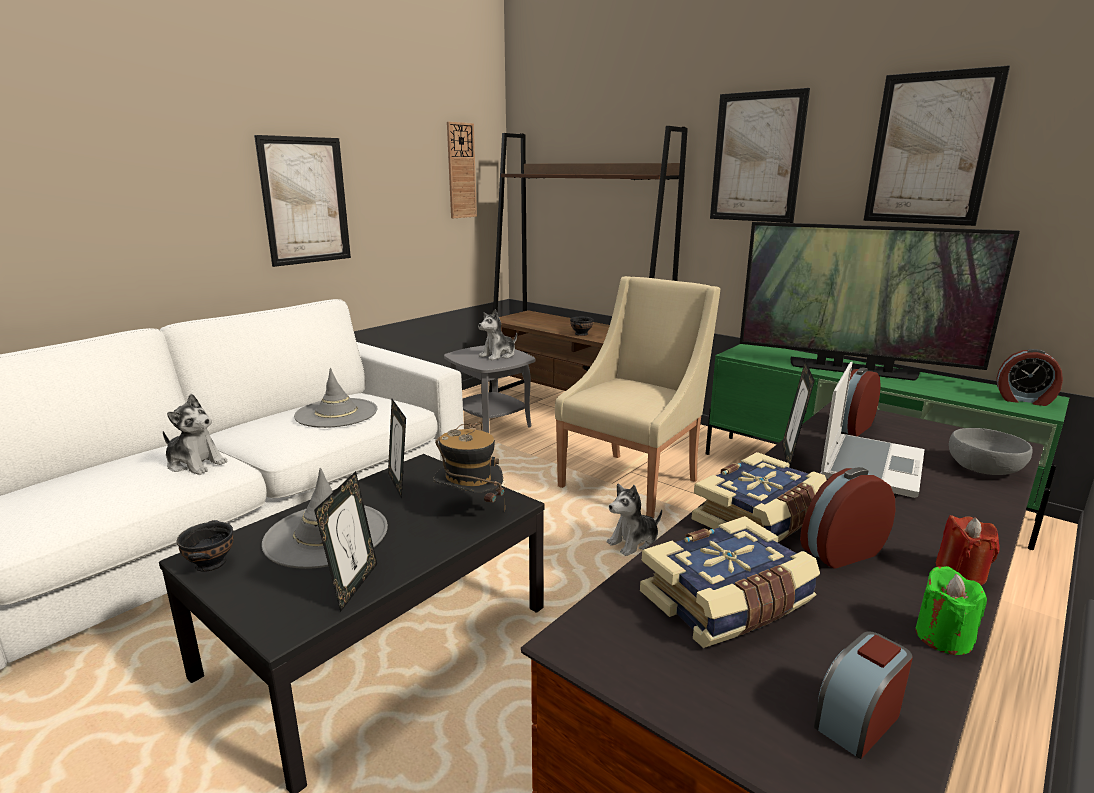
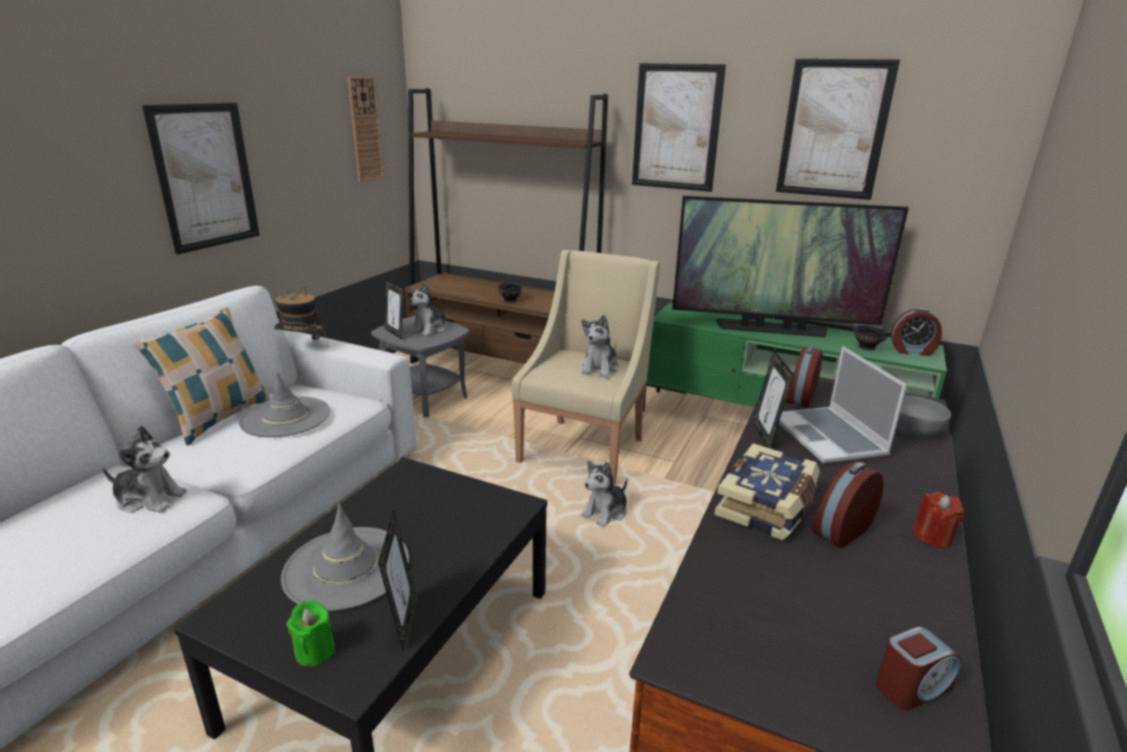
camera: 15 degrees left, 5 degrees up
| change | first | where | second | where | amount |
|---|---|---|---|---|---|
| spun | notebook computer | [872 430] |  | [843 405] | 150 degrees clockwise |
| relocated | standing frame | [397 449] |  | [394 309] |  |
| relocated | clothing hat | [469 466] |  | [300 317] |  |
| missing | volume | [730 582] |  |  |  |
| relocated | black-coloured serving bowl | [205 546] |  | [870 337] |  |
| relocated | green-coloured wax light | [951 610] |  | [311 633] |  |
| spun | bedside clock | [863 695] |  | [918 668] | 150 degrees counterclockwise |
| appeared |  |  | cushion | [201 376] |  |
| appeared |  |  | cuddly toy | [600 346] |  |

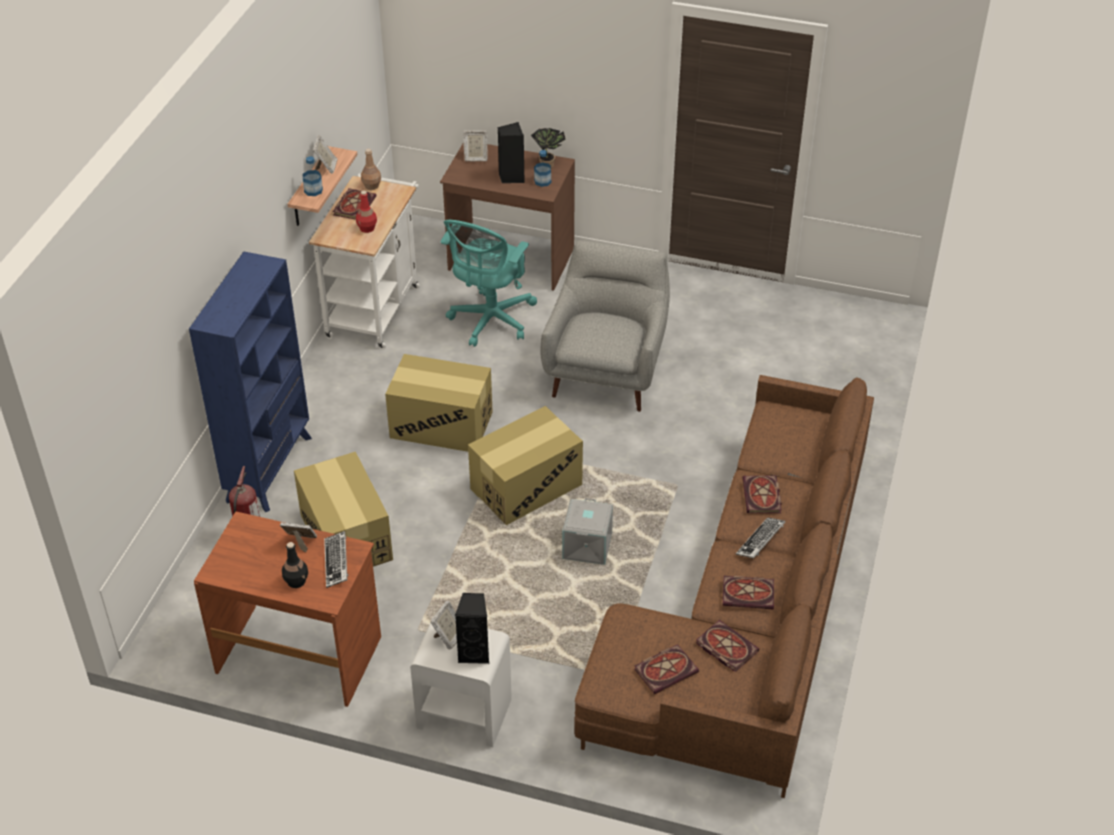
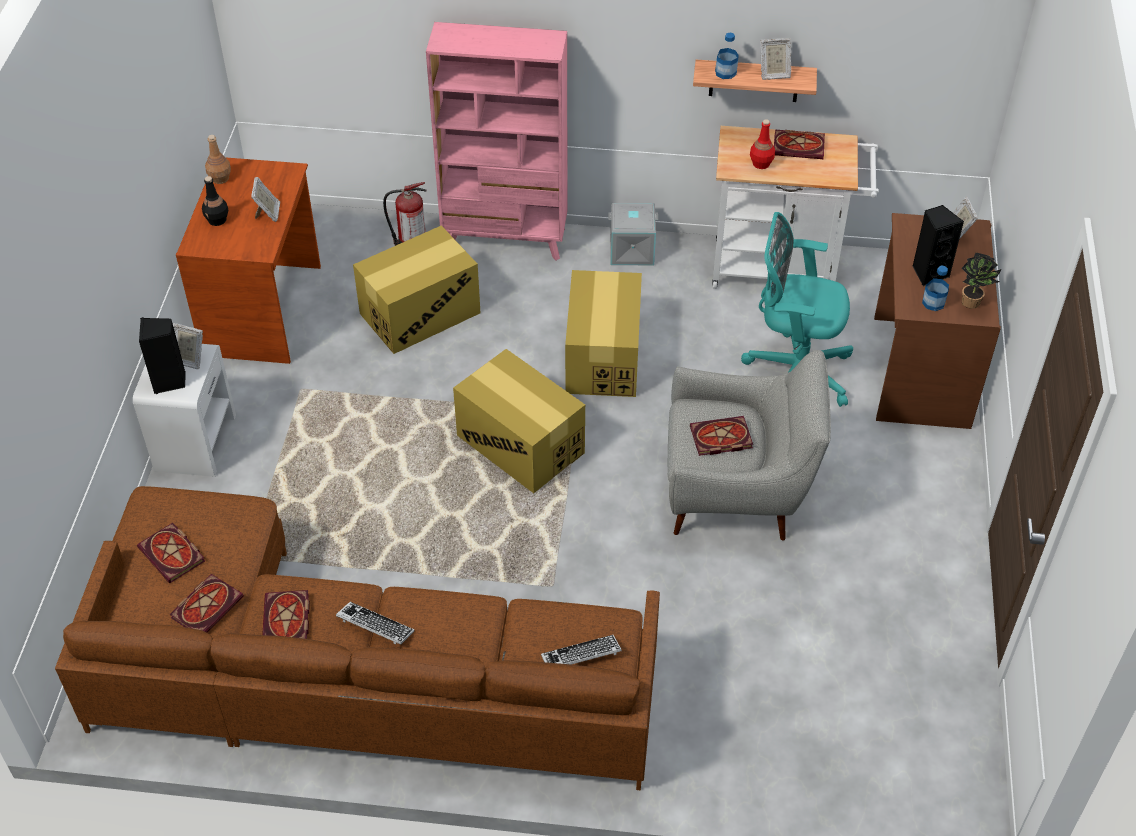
camera: 80 degrees right, 5 degrees up
| change | first | where | second | where | amount |
|---|---|---|---|---|---|
| relocated | brown-coloured bottle | [371 169] |  | [218 159] |  |
| colour | bluish bookcase | [250 381] | pink-coloured bookcase | [496 141] |  |
| relocated | volume | [762 494] |  | [721 436] |  |
| relocated | gray storage container | [587 531] |  | [633 234] |  |
| relocated | PC keyboard | [336 559] |  | [581 650] |  |

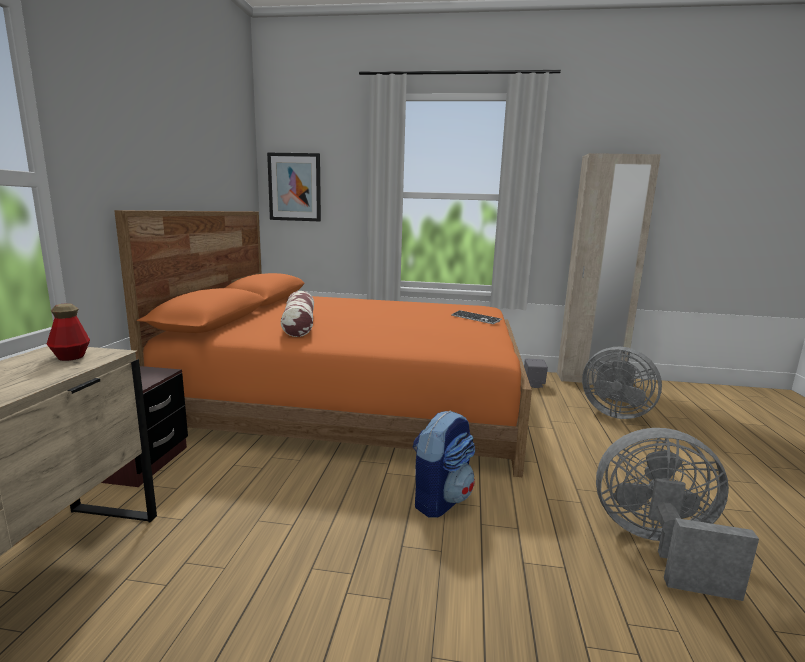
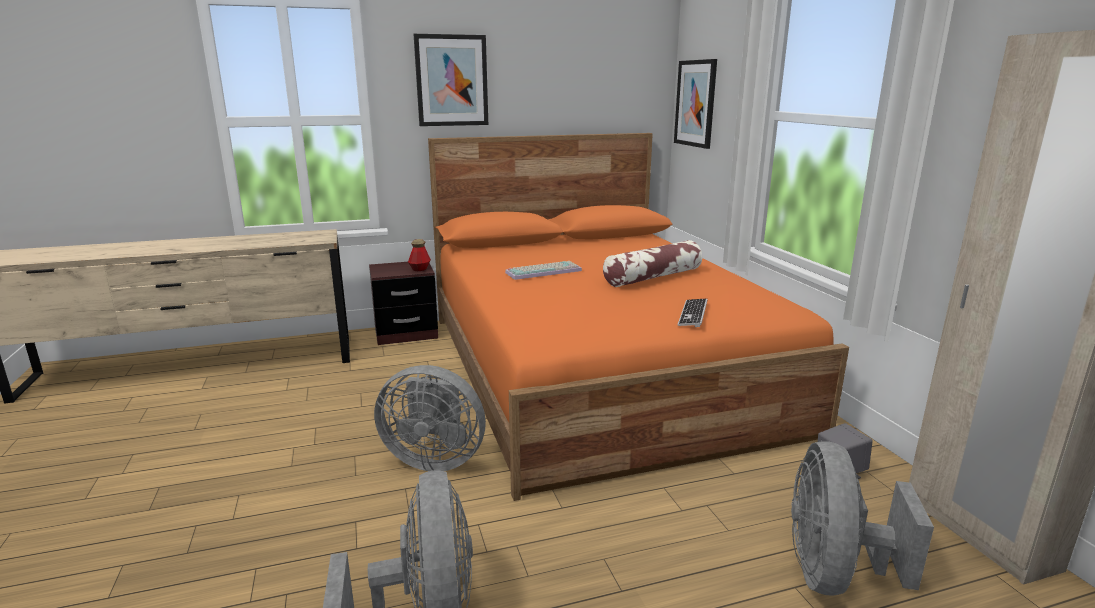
camera: 65 degrees right, 5 degrees up
| change | first | where | second | where | amount |
|---|---|---|---|---|---|
| relocated | cushion | [297 314] |  | [652 263] |  |
| relocated | bottle | [68 332] |  | [419 255] |  |
| exchanged | knapsack | [444 464] | gray cooling fan | [430 418] |  |
| appeared |  |  | wall art | [451 80] |  |
| appeared |  |  | PC keyboard | [543 270] |  |

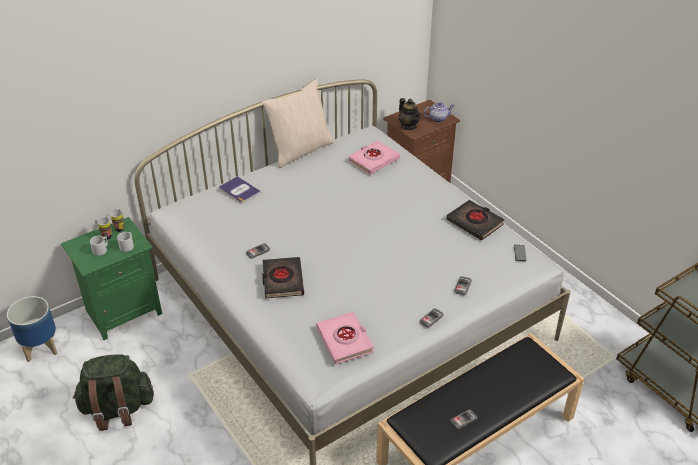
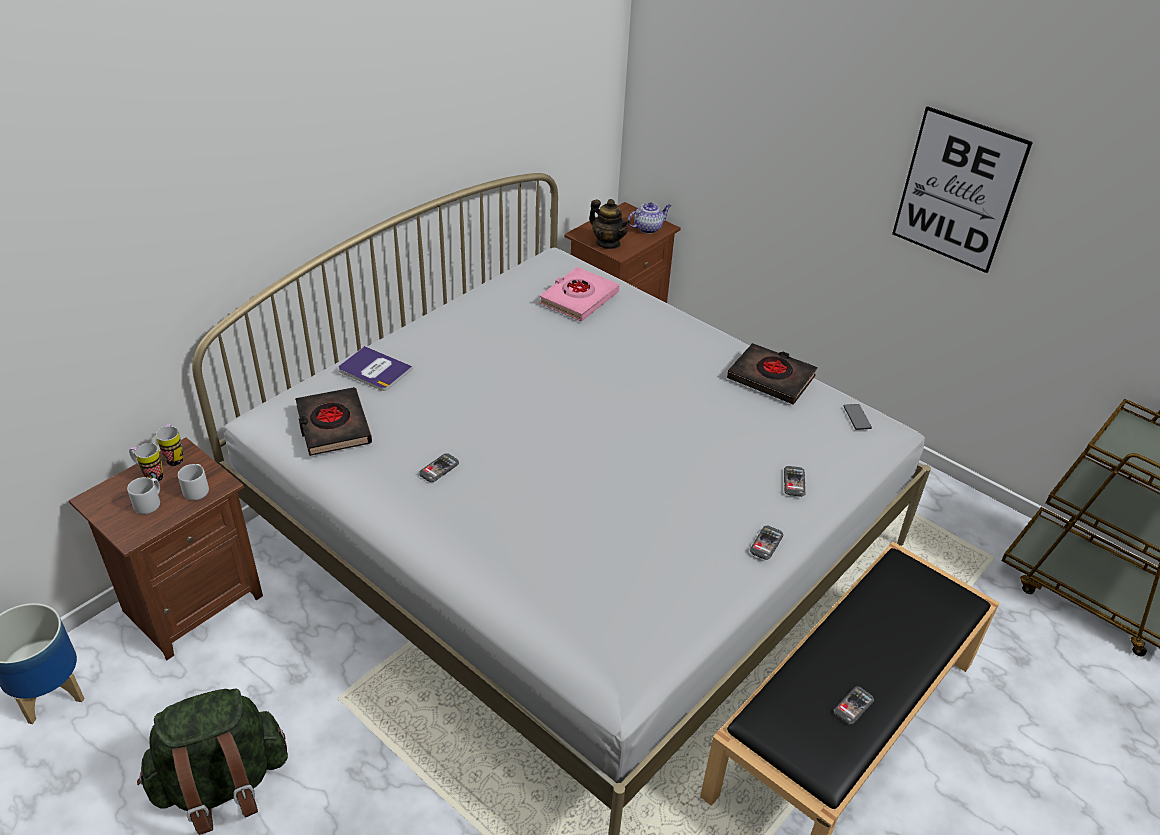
camera: 15 degrees left, 0 degrees up
| change | first | where | second | where | amount |
|---|---|---|---|---|---|
| missing | beige-coloured cushion | [298 123] |  |  |  |
| colour | green-coloured bedside table | [111 279] | brown-coloured bedside table | [166 548] |  |
| relocated | black-coloured volume | [283 277] |  | [333 421] |  |
| missing | pink-coloured volume | [345 338] |  |  |  |
| appeared |  |  | wall art | [962 189] |  |

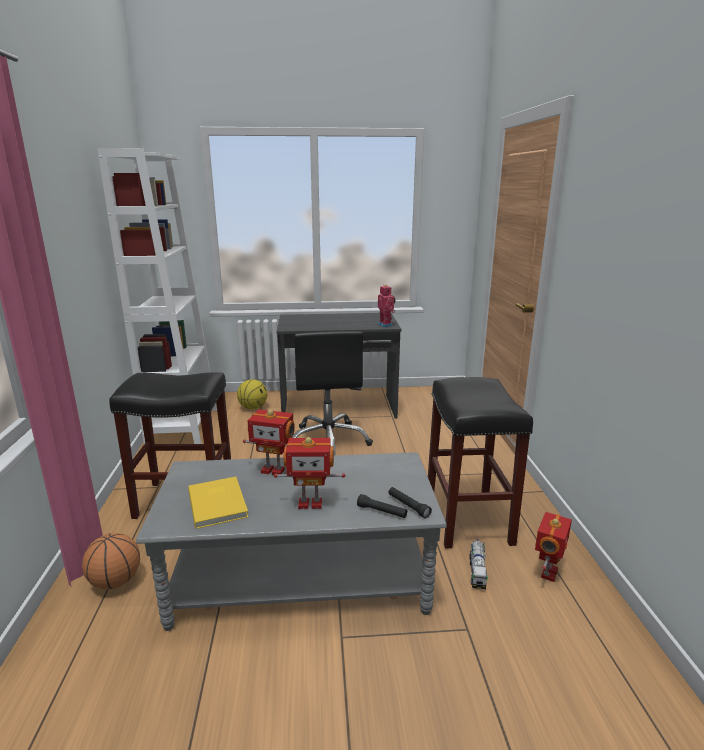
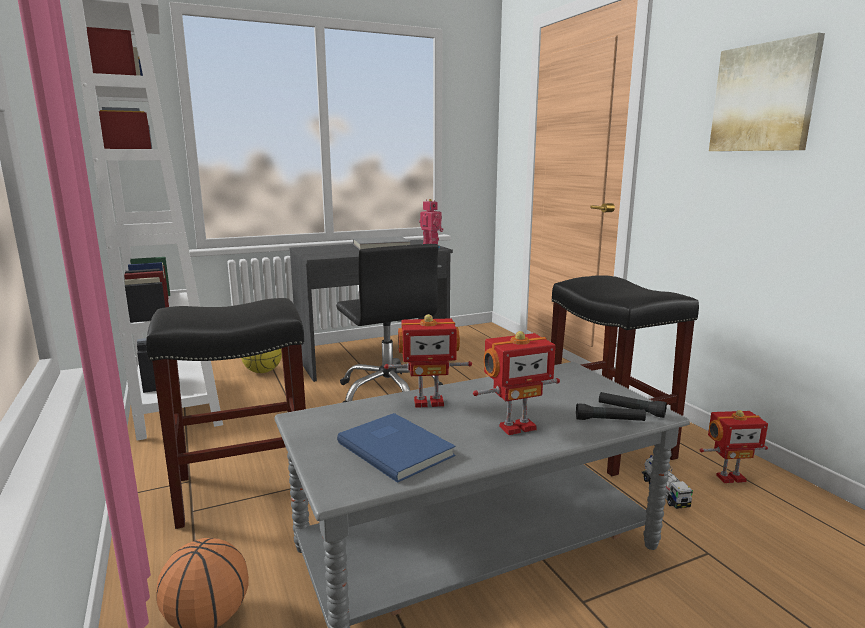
camera: 20 degrees left, 5 degrees down
| change | first | where | second | where | amount |
|---|---|---|---|---|---|
| colour | yellowish volume | [218 503] | bluish volume | [396 448] |  |
| spun | robot figure | [553 547] |  | [734 446] | 75 degrees clockwise |
| appeared |  |  | wall art | [767 91] |  |
| appeared |  |  | gray volume | [382 243] |  |

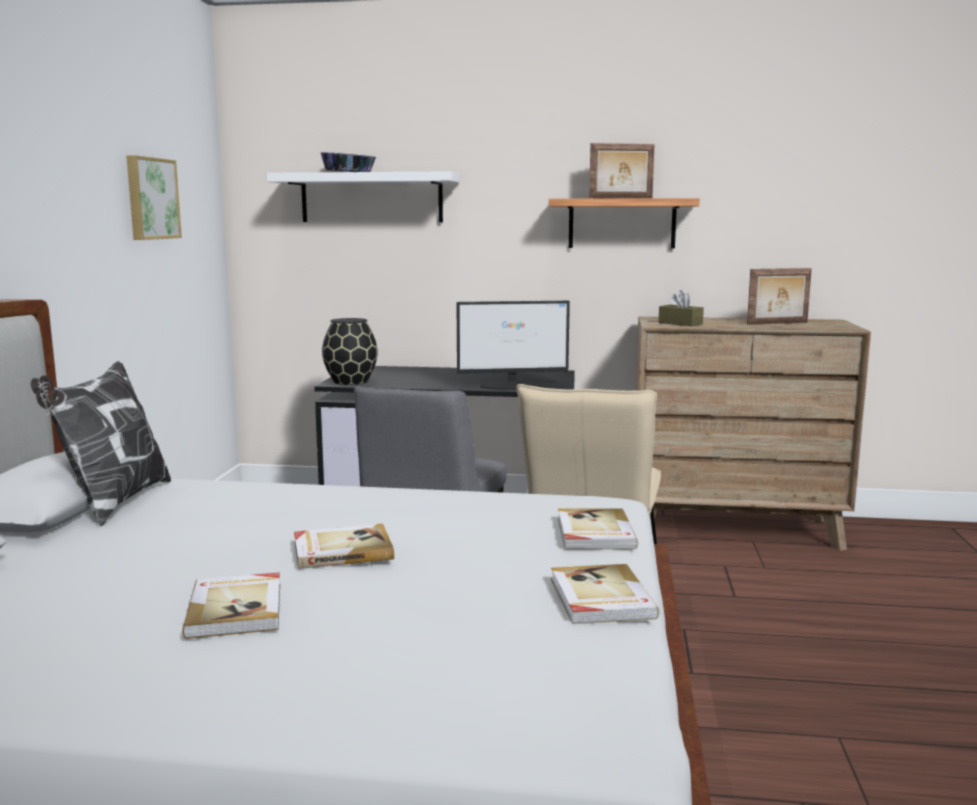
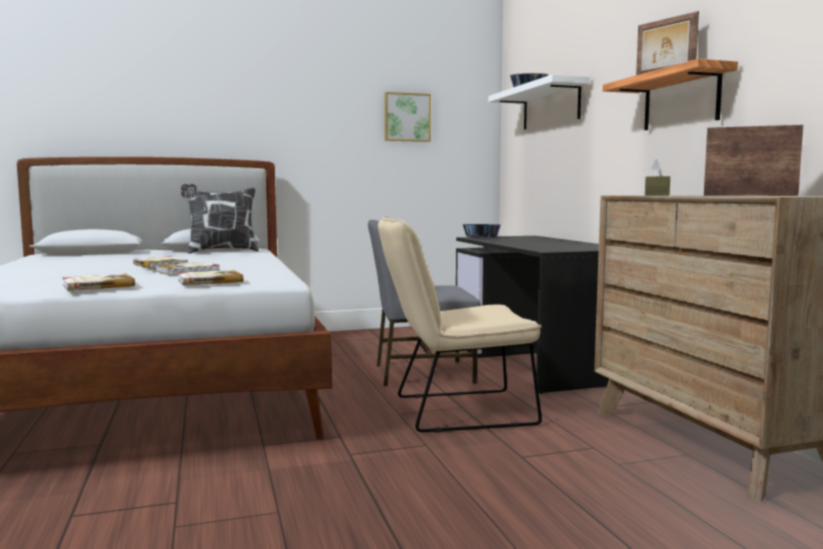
camera: 65 degrees right, 5 degrees down
| change | first | where | second | where | amount |
|---|---|---|---|---|---|
| spun | standing frame | [779 296] |  | [754 160] | 150 degrees clockwise |
| missing | monitor | [513 345] |  |  |  |
| exchanged | black-coloured vase | [350 351] | serving bowl | [481 230] |  |
| relocated | volume | [231 605] |  | [187 268] |  |

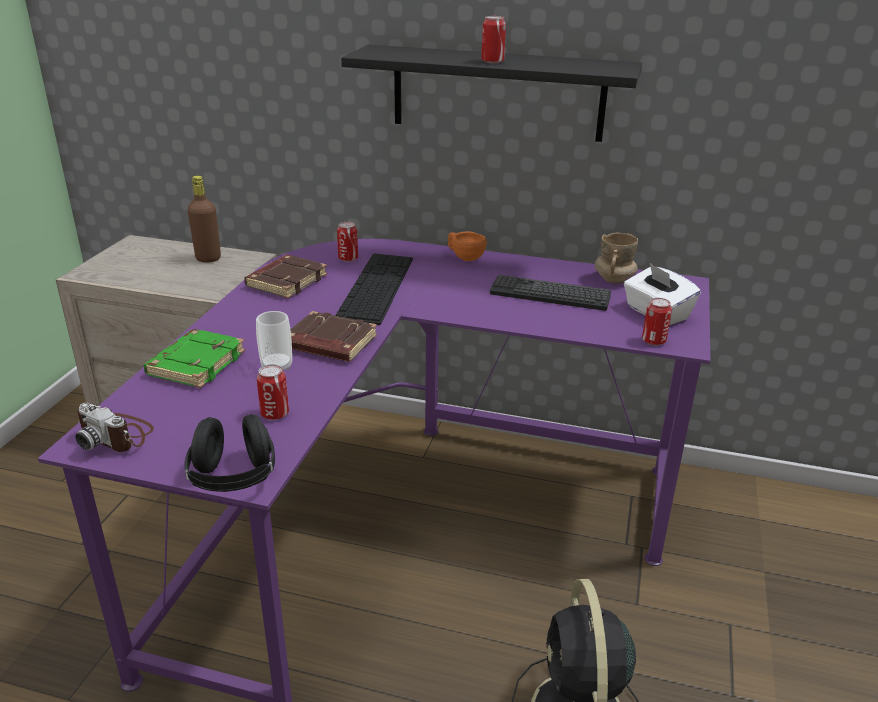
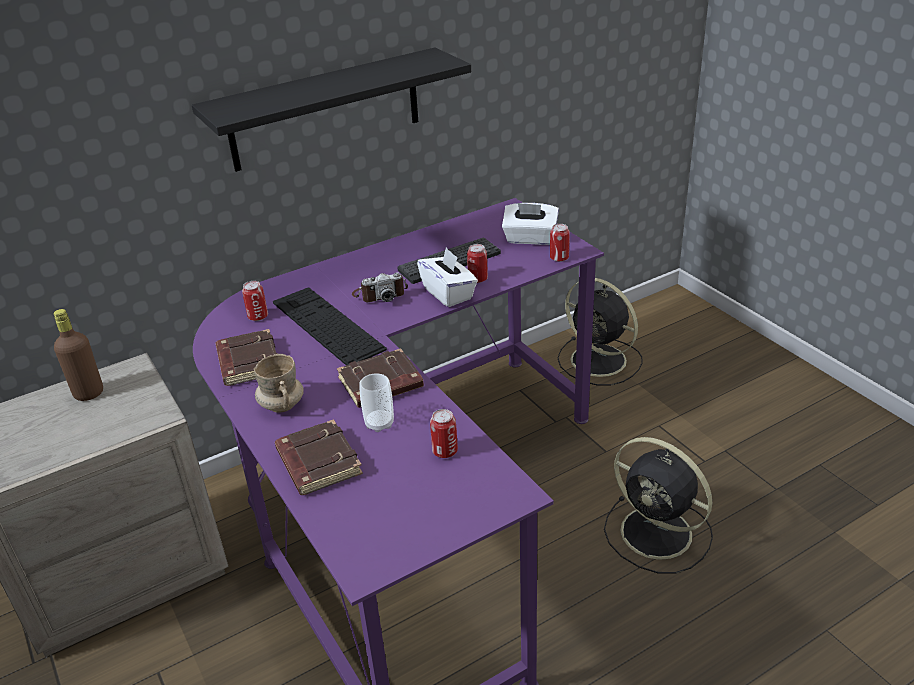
camera: 45 degrees left, 5 degrees up
| change | first | where | second | where | amount |
|---|---|---|---|---|---|
| relocated | sealed can | [493 40] |  | [477 263] |  |
| missing | orange-coloured small cup | [467 246] |  |  |  |
| relocated | beige-coloured mug | [616 258] |  | [279 383] |  |
| colour | green-coloured volume | [194 358] | brown-coloured volume | [319 457] |  |
| relocated | still camera | [115 427] |  | [380 287] |  |
| missing | black-coloured pair of headphones | [230 453] |  |  |  |
| appeared |  |  | white box of tissues | [447 277] |  |
| appeared |  |  | black-coloured cooling fan | [600 332] |  |

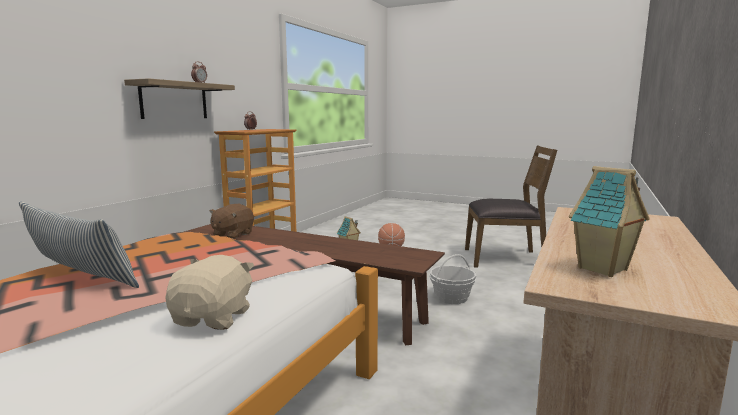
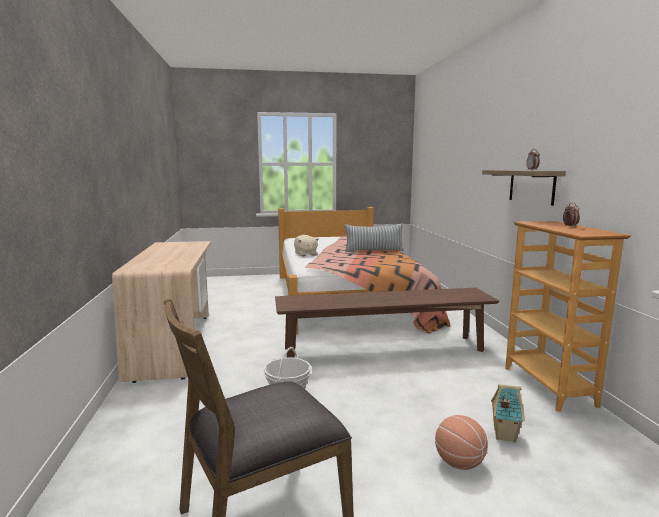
camera: 145 degrees right, 0 degrees up
| change | first | where | second | where | amount |
|---|---|---|---|---|---|
| missing | toy house | [609 221] |  |  |  |
| missing | brown-coloured cuddly toy | [231 221] |  |  |  |

